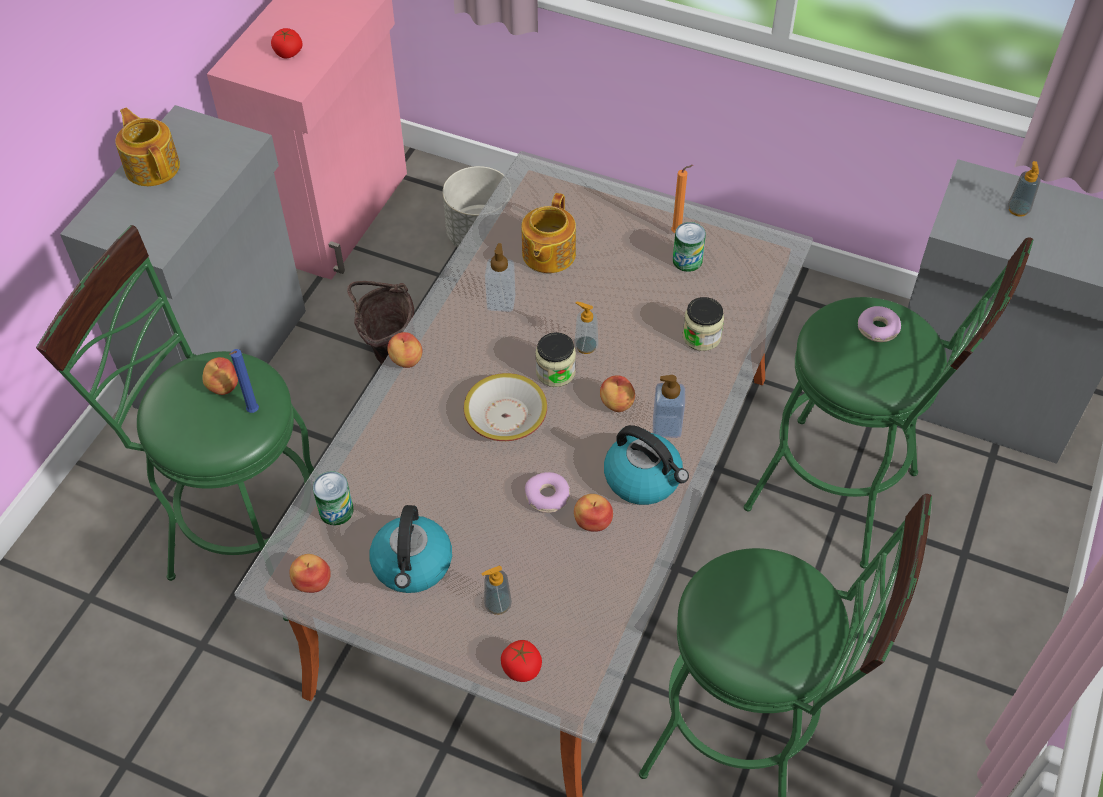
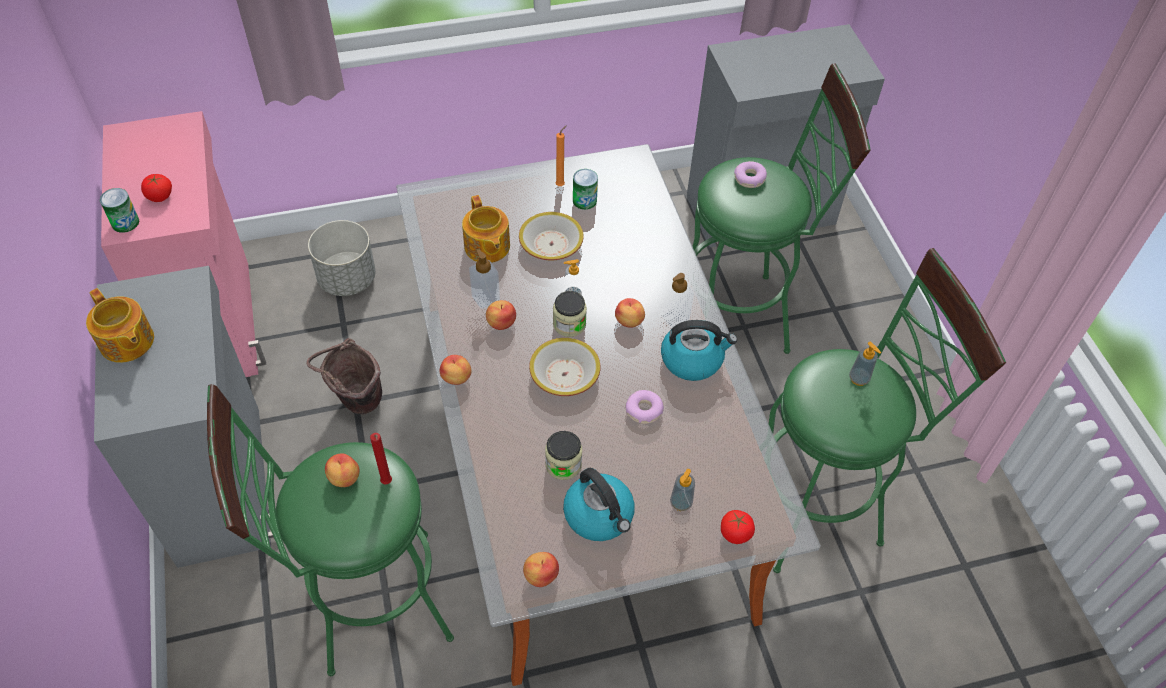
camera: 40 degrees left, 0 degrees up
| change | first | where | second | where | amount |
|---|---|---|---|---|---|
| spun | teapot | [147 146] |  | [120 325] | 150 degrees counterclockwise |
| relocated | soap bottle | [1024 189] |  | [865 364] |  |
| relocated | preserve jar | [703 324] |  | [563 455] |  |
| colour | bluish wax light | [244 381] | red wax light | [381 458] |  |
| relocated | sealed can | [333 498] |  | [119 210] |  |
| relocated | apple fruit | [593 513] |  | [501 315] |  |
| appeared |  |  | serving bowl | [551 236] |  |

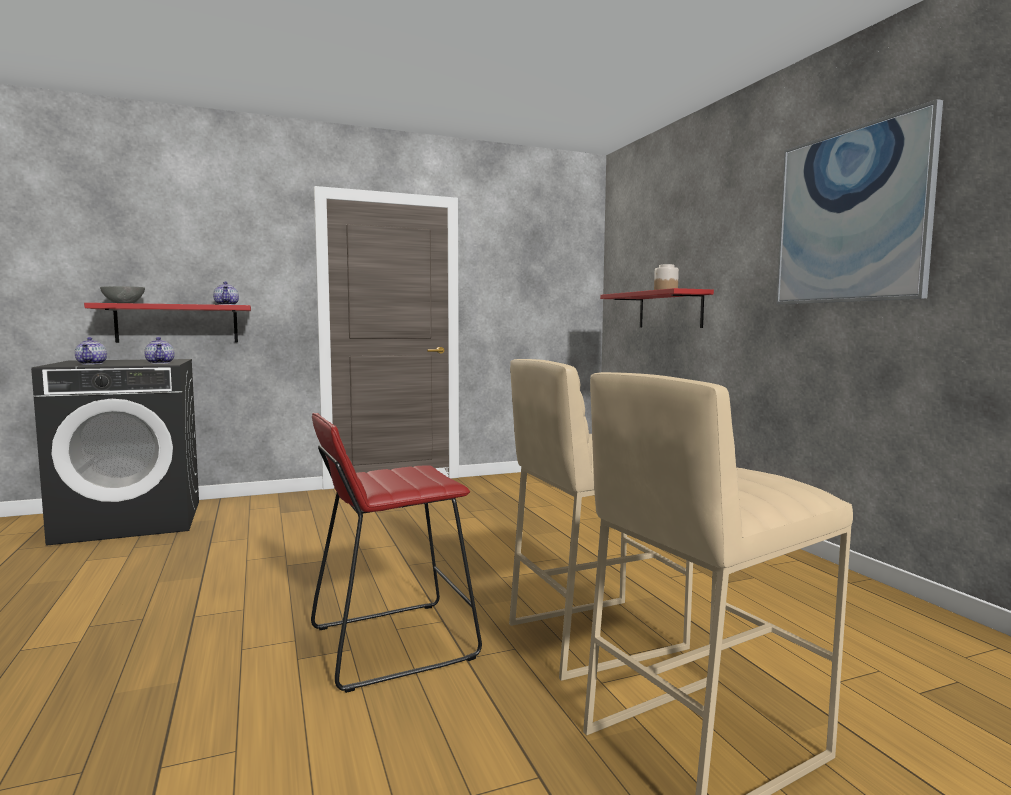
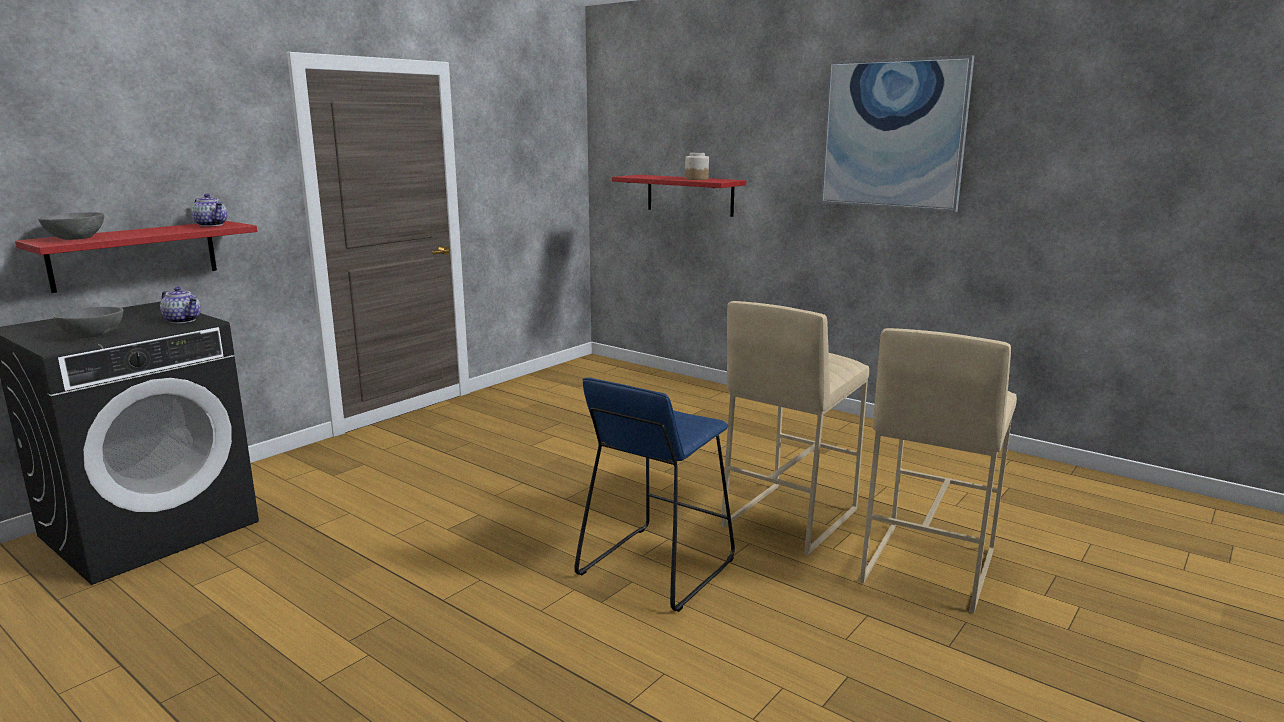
camera: 30 degrees left, 10 degrees up
| change | first | where | second | where | amount |
|---|---|---|---|---|---|
| exchanged | teapot | [91 351] | gray serving bowl | [88 322] |  |
| colour | red sitting stool | [396 553] | bluish sitting stool | [654 494] |  |

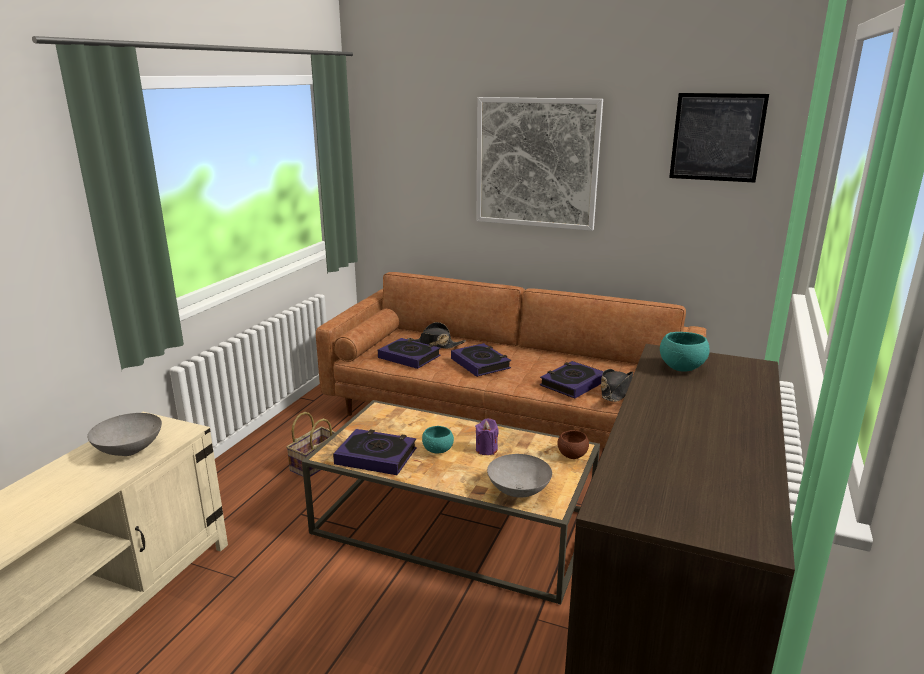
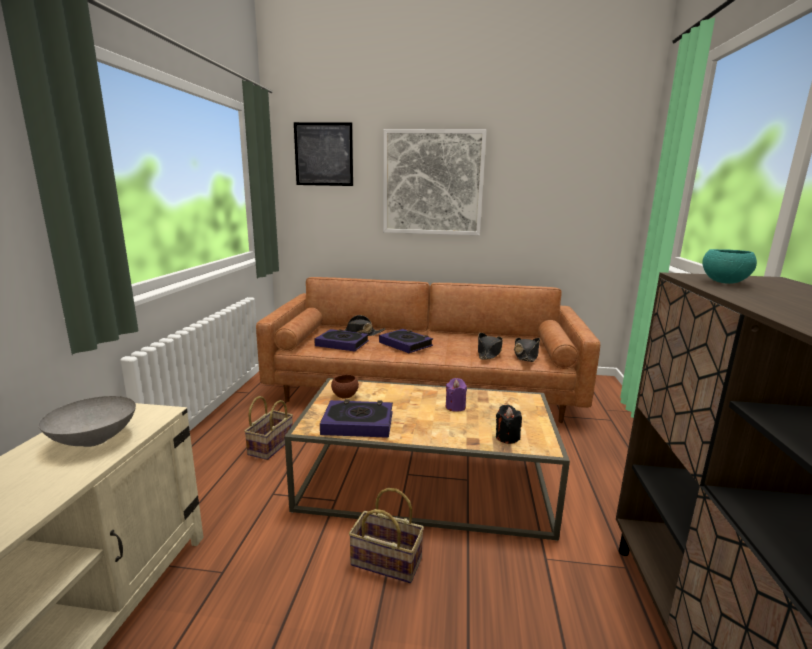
camera: 15 degrees left, 5 degrees down
| change | first | where | second | where | amount |
|---|---|---|---|---|---|
| relocated | wall art | [719 138] |  | [323 154] |  |
| exchanged | volume | [572 380] | black-coloured clothing hat | [490 346] |  |
| missing | blue-green serving bowl | [438 439] |  |  |  |
| relocated | brown-coloured serving bowl | [573 444] |  | [345 386] |  |
| exchanged | gray serving bowl | [519 476] | black-coloured wax light | [509 424] |  |
| appeared |  |  | storage basket | [386 535] |  |

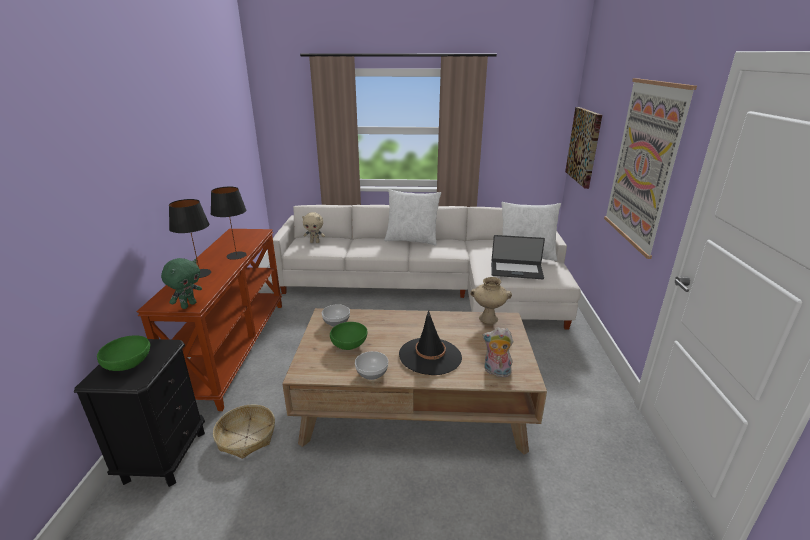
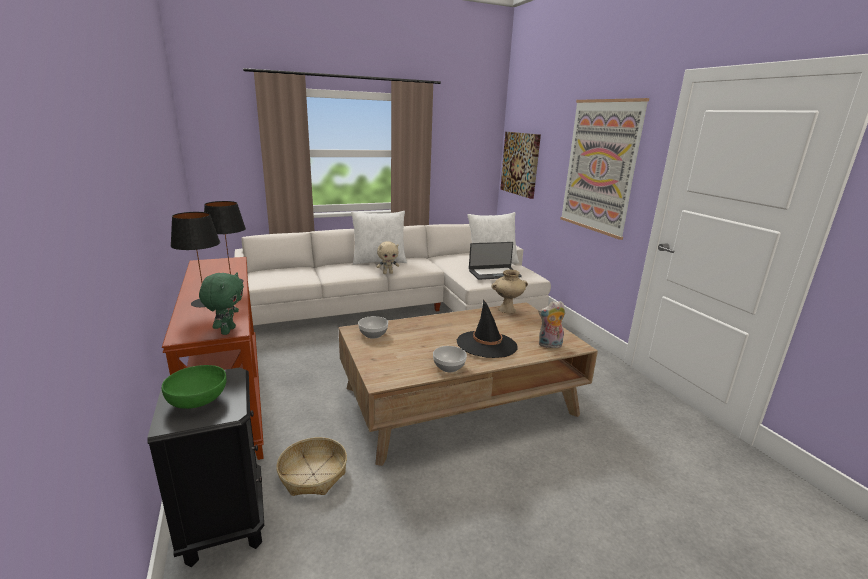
camera: 25 degrees left, 5 degrees down
| change | first | where | second | where | amount |
|---|---|---|---|---|---|
| relocated | beige-coloured cuddly toy | [313 227] |  | [387 257] |  |
| missing | green-coloured serving bowl | [349 336] |  |  |  |

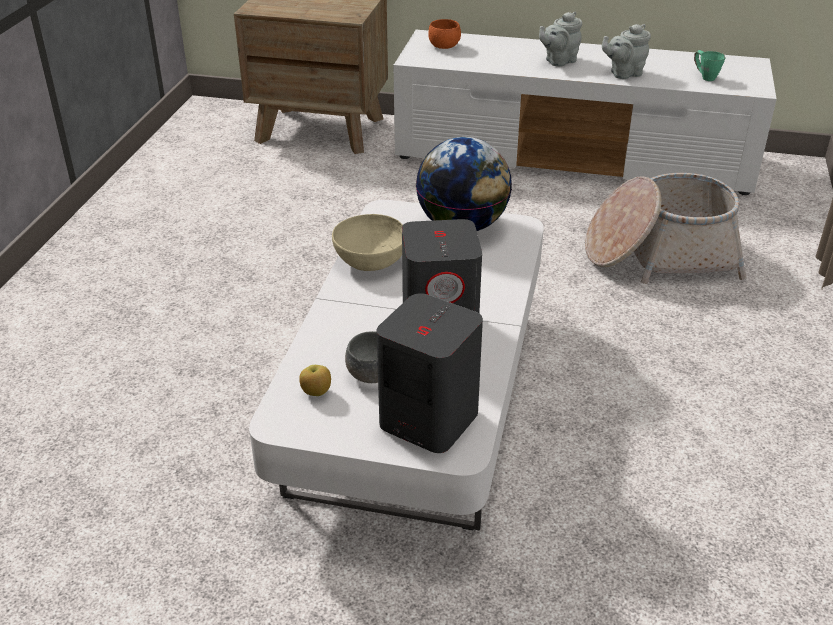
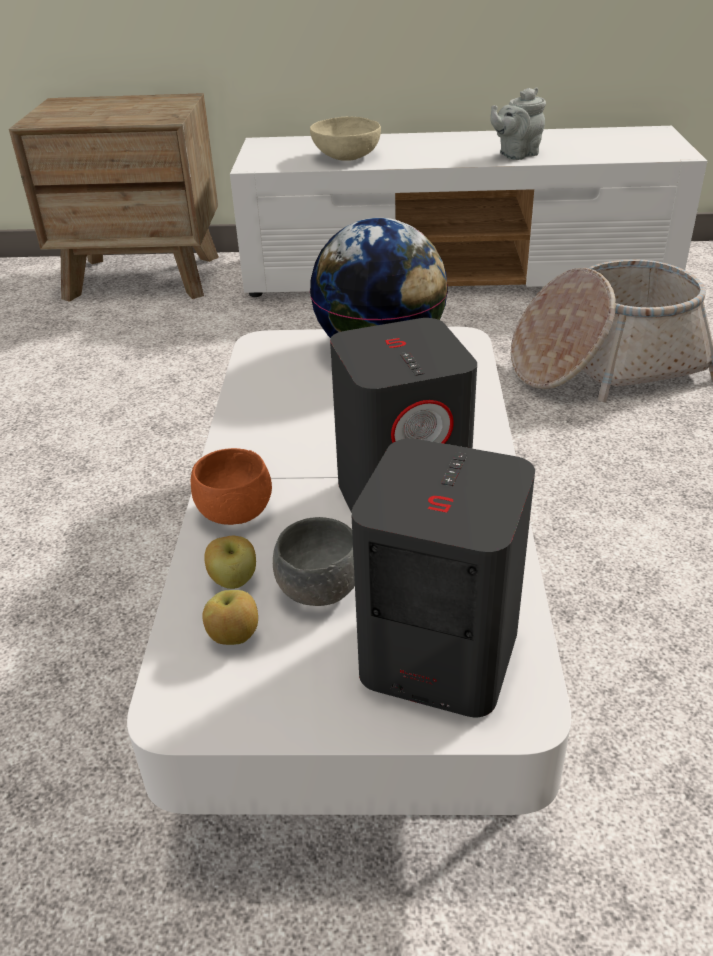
camera: 10 degrees left, 0 degrees up
| change | first | where | second | where | amount |
|---|---|---|---|---|---|
| missing | gray teapot | [560 39] |  |  |  |
| relocated | orange-coloured serving bowl | [444 34] |  | [231 486] |  |
| missing | green-coloured mug | [709 65] |  |  |  |
| relocated | beige-coloured serving bowl | [367 242] |  | [345 139] |  |
| appeared |  |  | apple fruit | [230 562] |  |

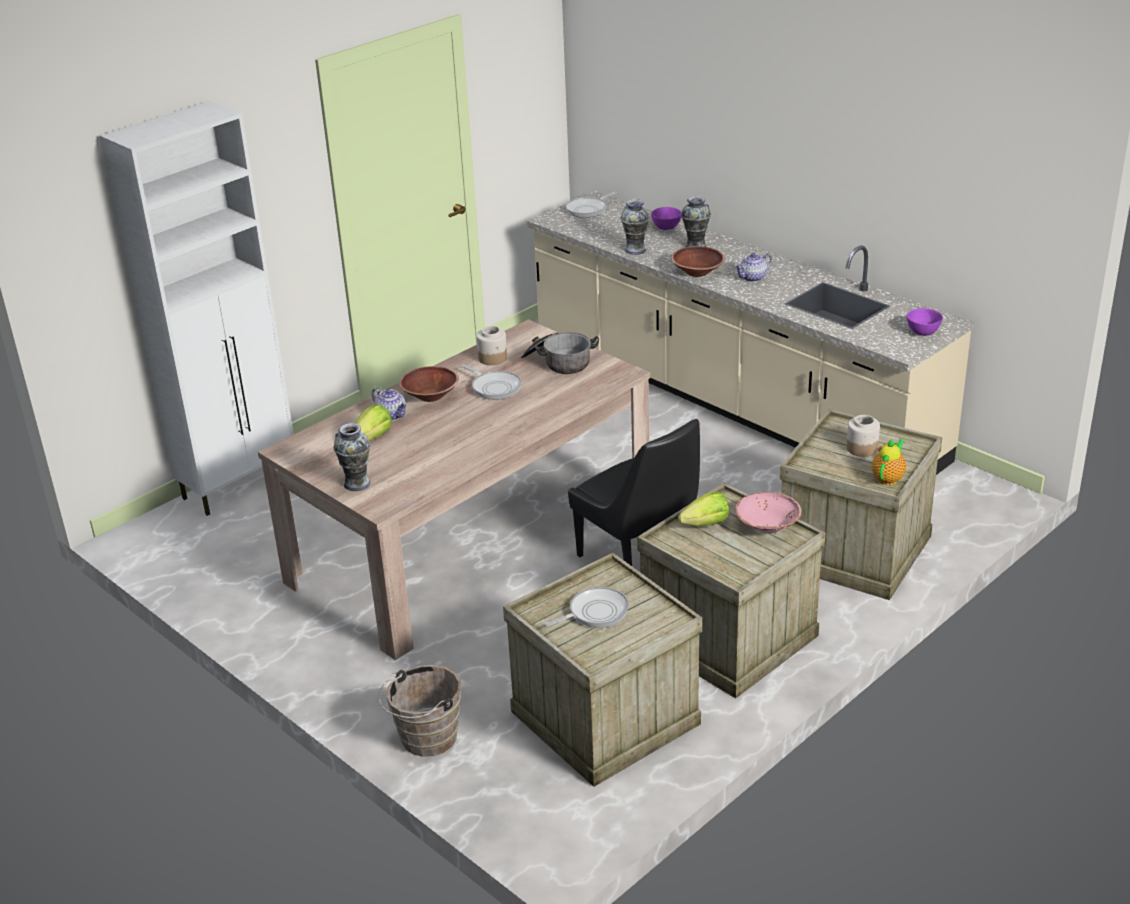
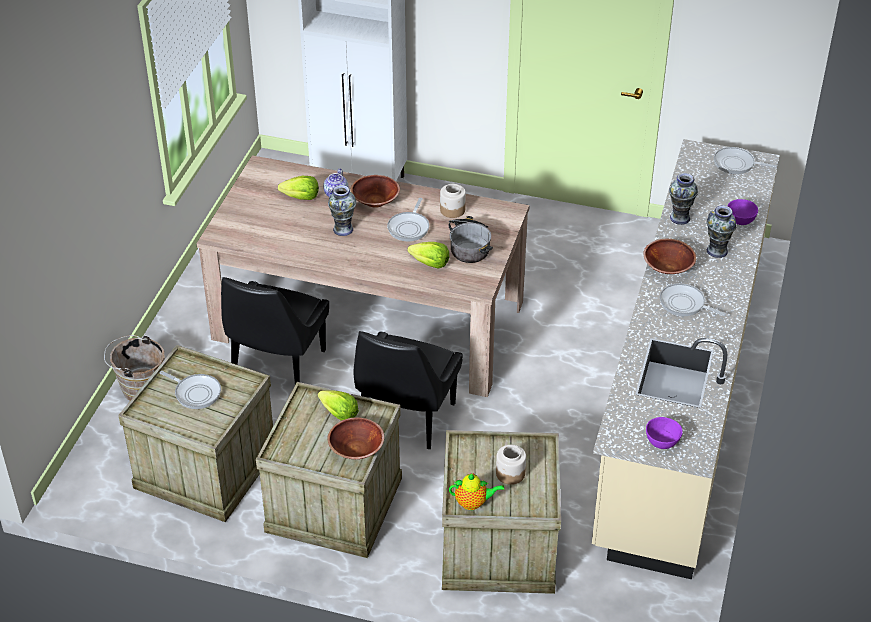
camera: 60 degrees right, 10 degrees up
| change | first | where | second | where | amount |
|---|---|---|---|---|---|
| exchanged | teapot | [753 267] | skillet | [693 299] |  |
| relocated | vase | [352 457] |  | [342 210] |  |
| colour | pink-coloured serving bowl | [768 513] | brown-coloured serving bowl | [355 438] |  |
| appeared |  |  | head of lettuce | [428 255] |  |
| appeared |  |  | black-coloured upright chair | [275 330] |  |

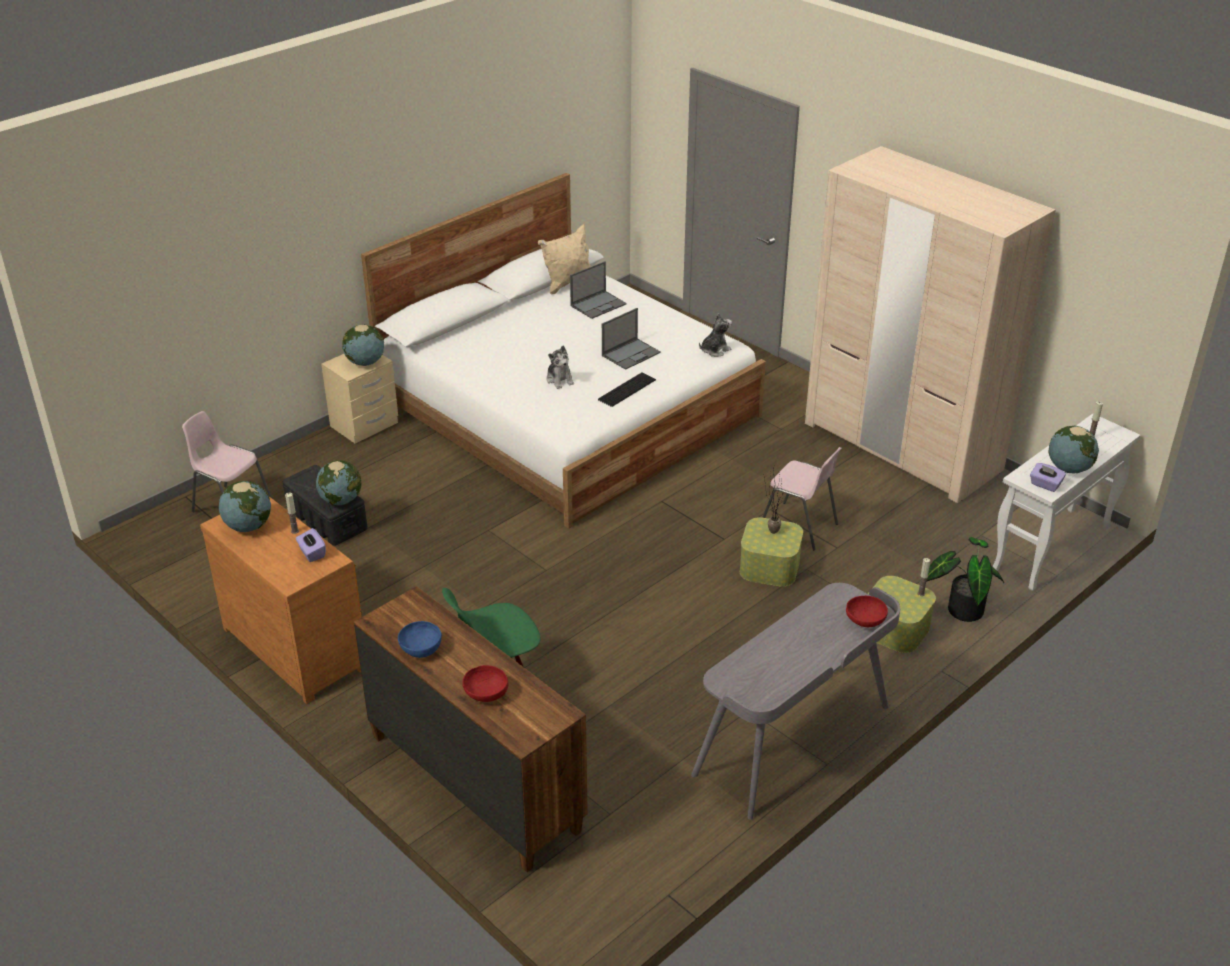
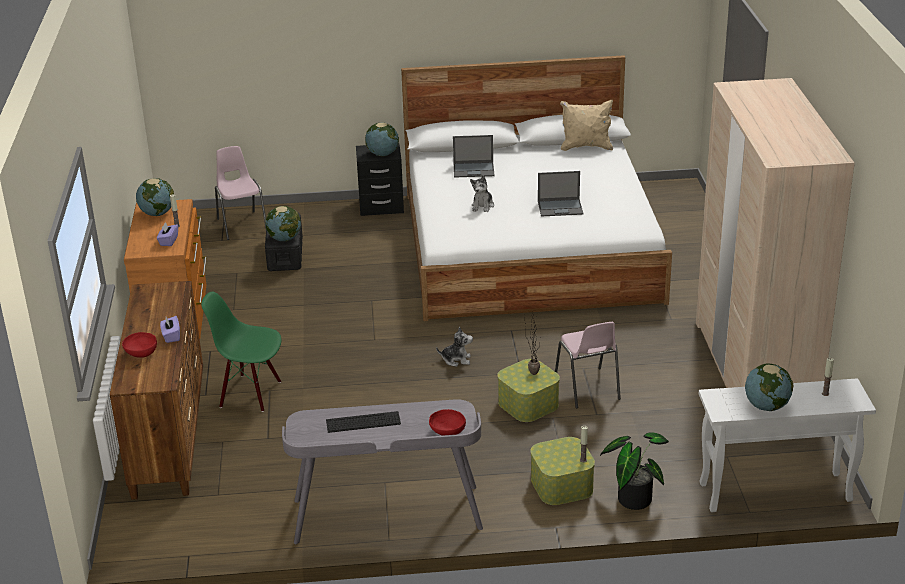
camera: 40 degrees right, 5 degrees down
| change | first | where | second | where | amount |
|---|---|---|---|---|---|
| relocated | notebook computer | [598 290] |  | [473 156] |  |
| relocated | cuddly toy | [715 335] |  | [454 347] |  |
| colour | beige-coloured bedside table | [359 398] | black-coloured bedside table | [380 179] |  |
| relocated | PC keyboard | [627 389] |  | [363 422] |  |
| relocated | purple-coloured box of tissues | [1048 477] |  | [170 329] |  |
| missing | bluish serving bowl | [420 639] |  |  |  |

